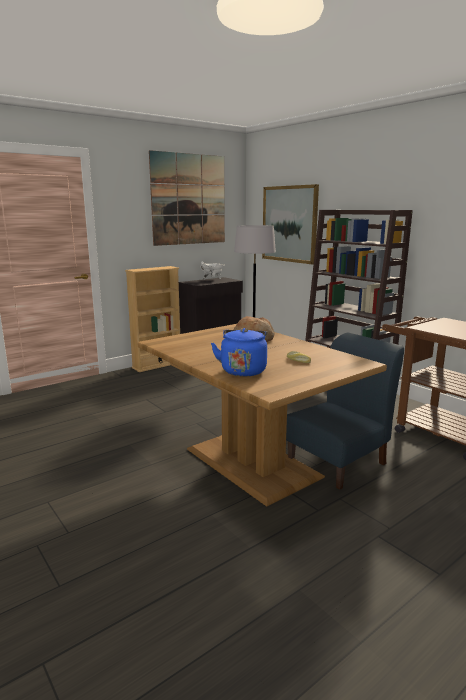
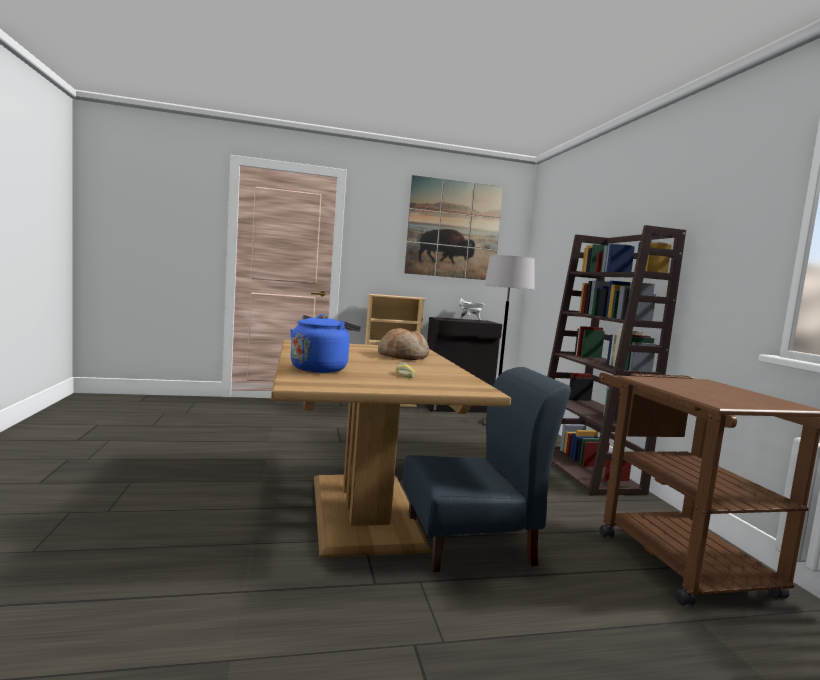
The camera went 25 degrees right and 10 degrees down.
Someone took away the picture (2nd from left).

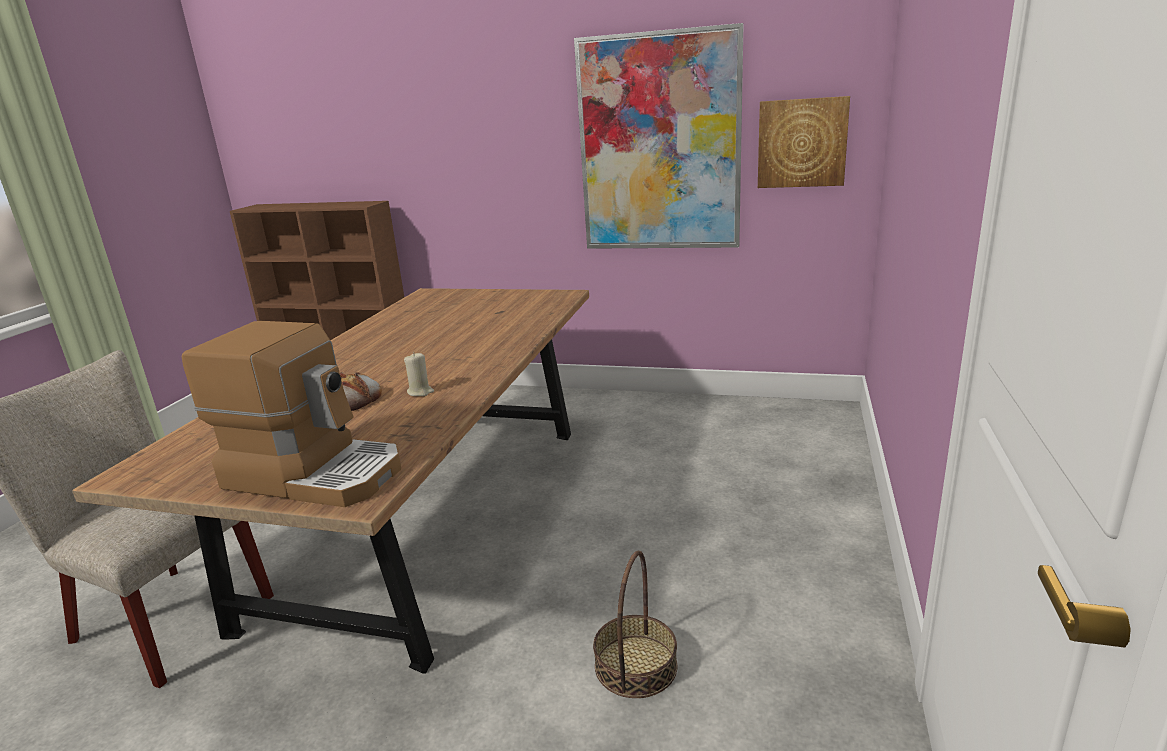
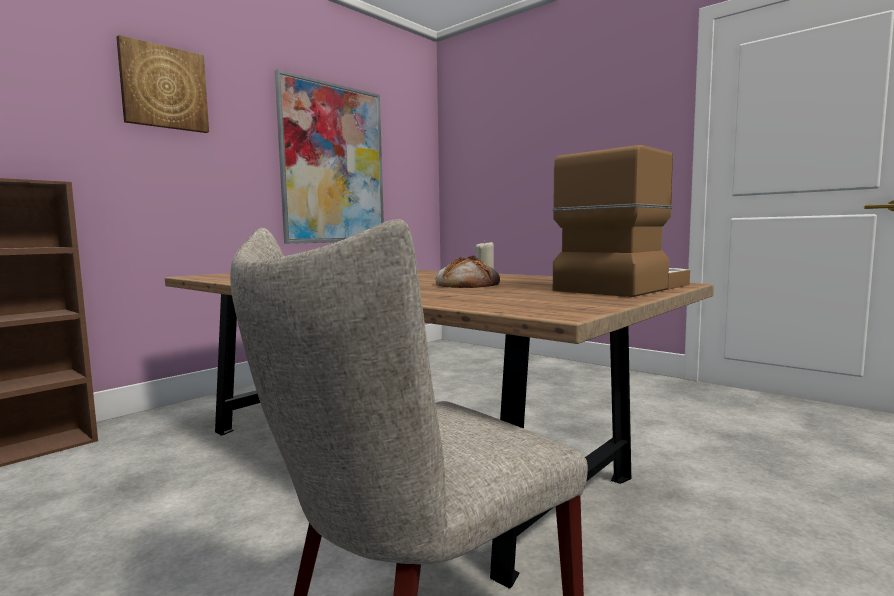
The camera went 65 degrees left and 15 degrees down.
Someone carried the picture (2nd from left in the first image).
Someone took away the basket.

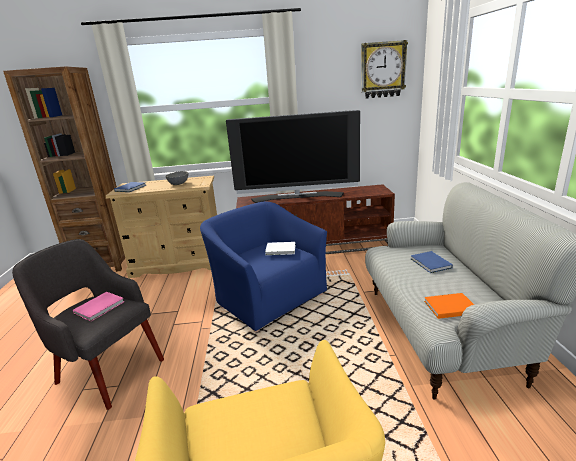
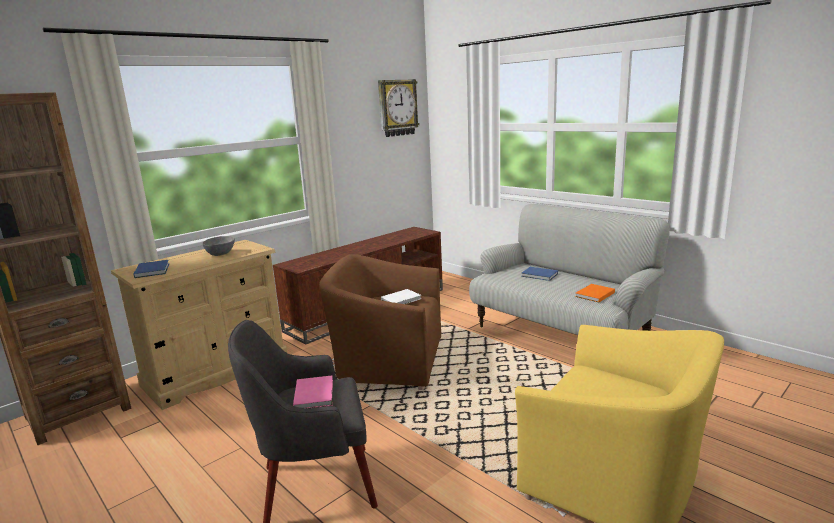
The camera went 40 degrees left and 5 degrees down.
Someone took away the television.
Someone repainted the armchair in blue, which became the armchair in brown.

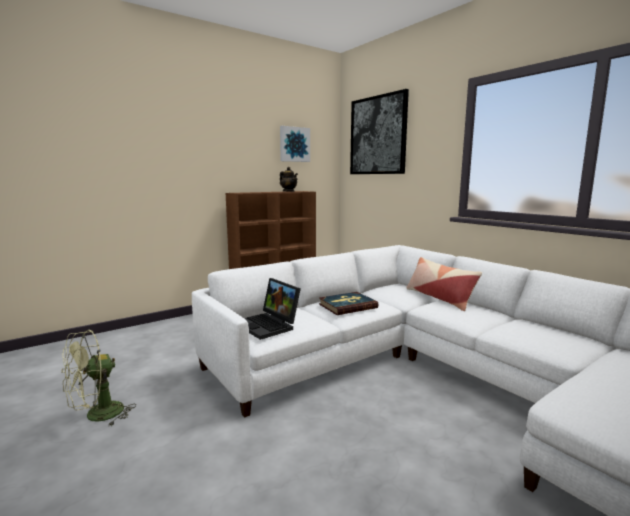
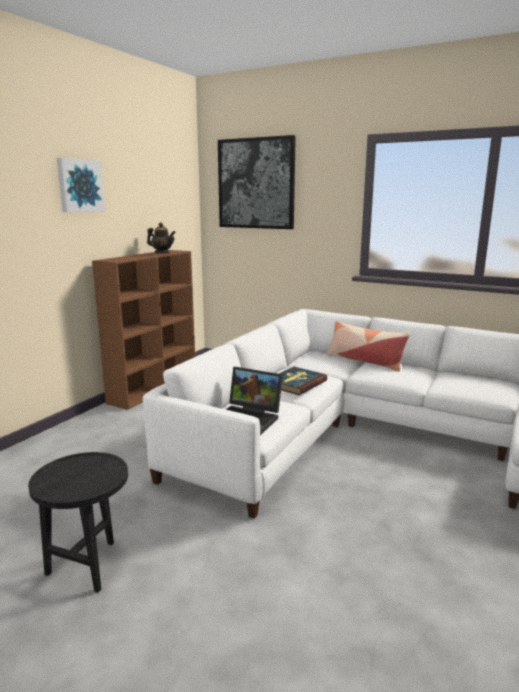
The camera went 25 degrees left and 5 degrees up.
Someone carried the picture (1st from left).
Someone swapped the fan in green for the side table in black.

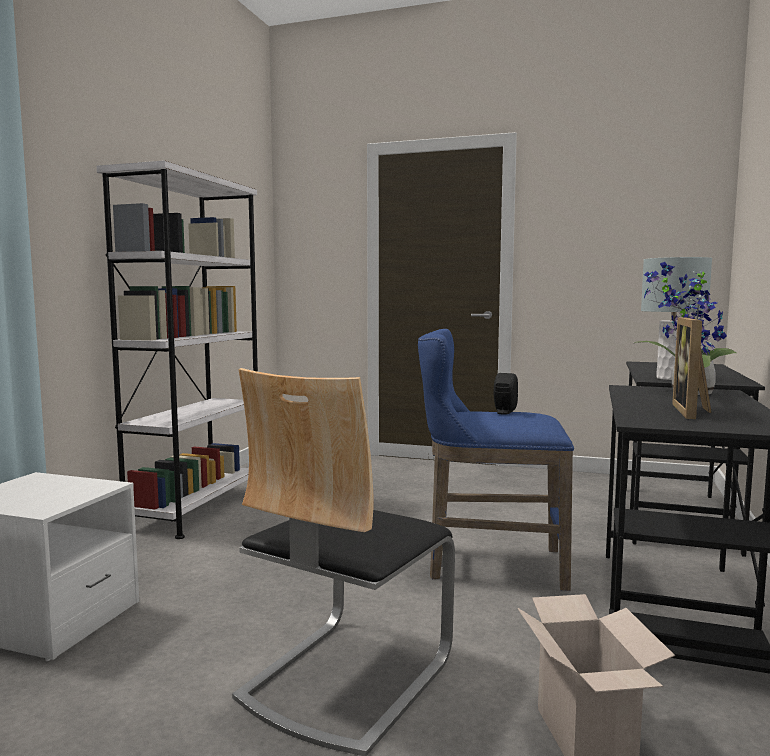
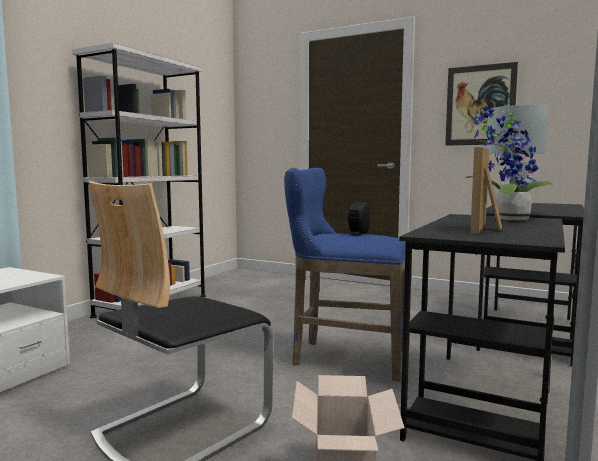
The camera went 10 degrees right and 0 degrees up.
Someone put up the picture.

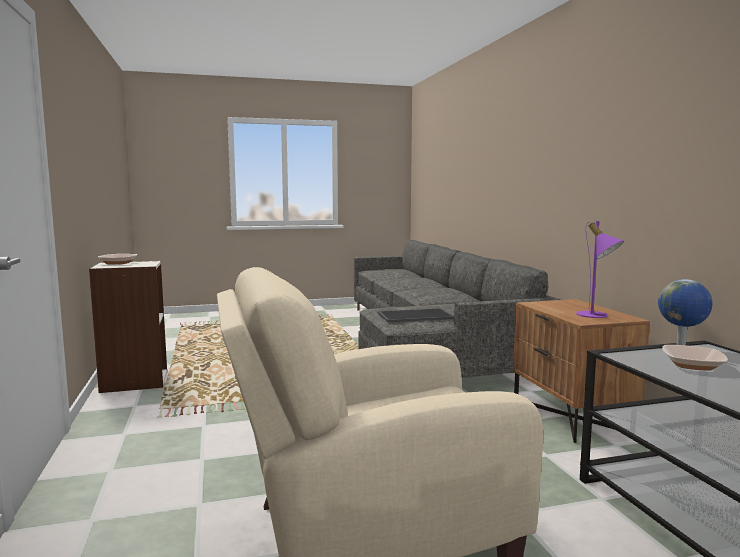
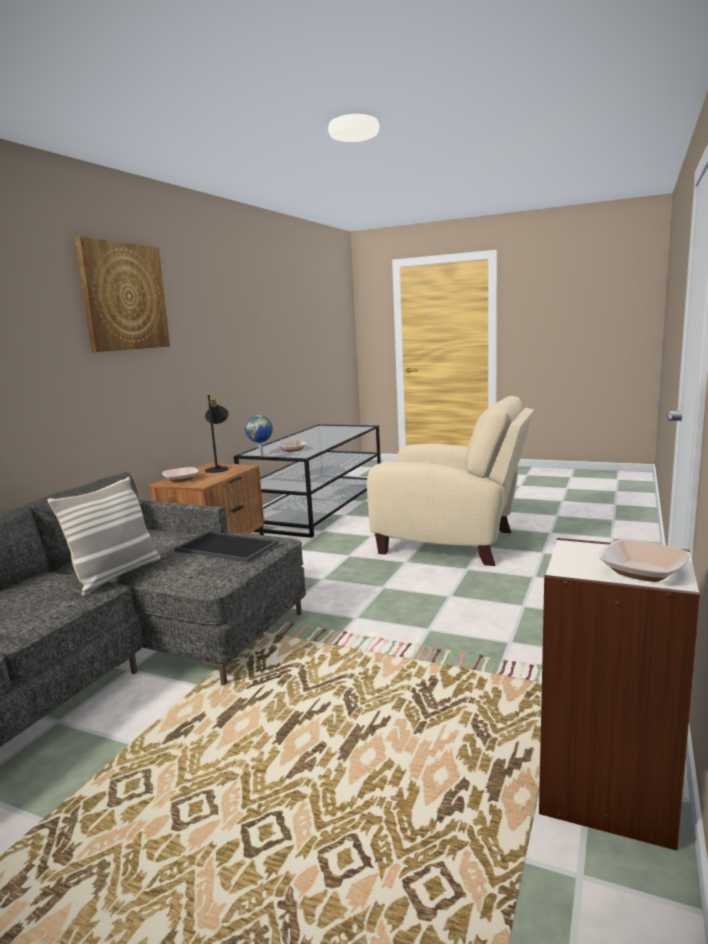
The camera went 140 degrees left and 5 degrees up.
Someone repainted the table lamp in purple, which became the table lamp in black.
Someone put up the picture.
Someone put down the bowl (1st from left).
Someone put down the pillow.

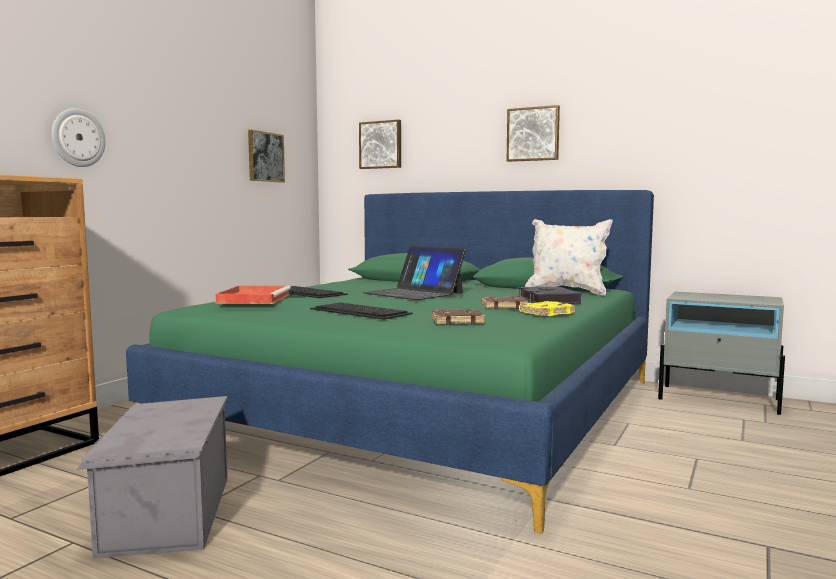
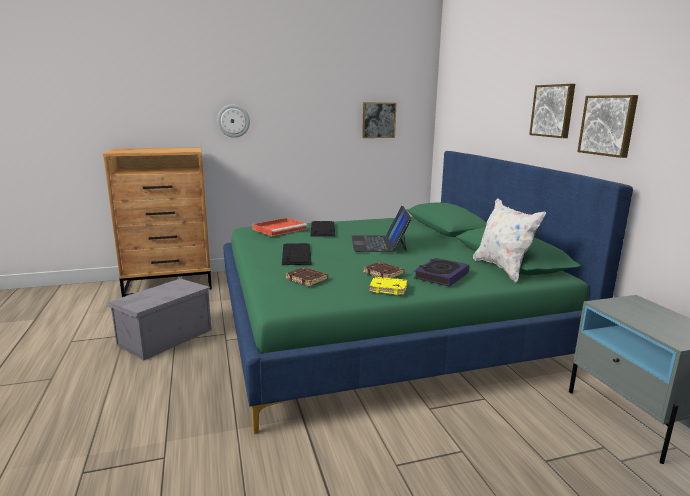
The camera went 45 degrees right and 10 degrees up.
Someone carried the picture (2nd from left in the first image).

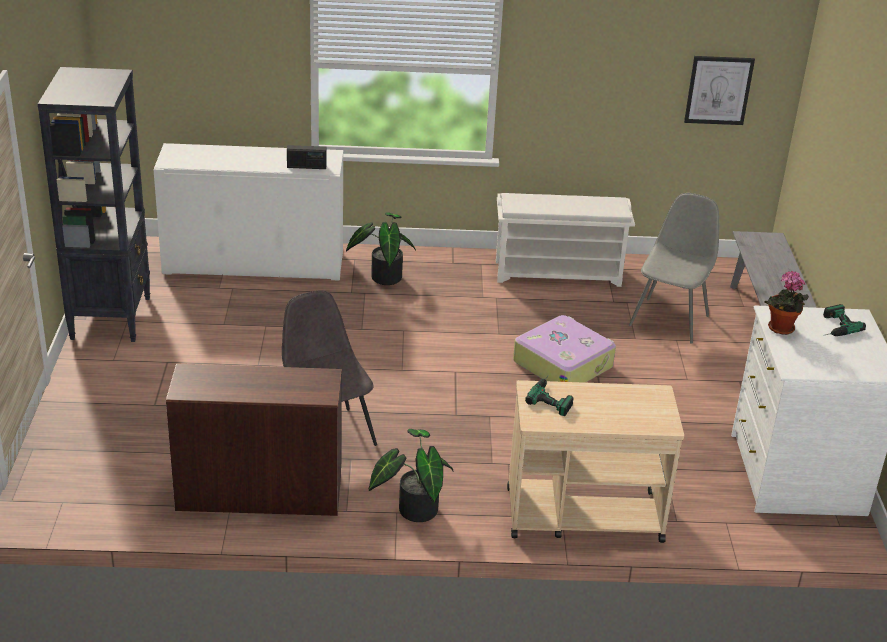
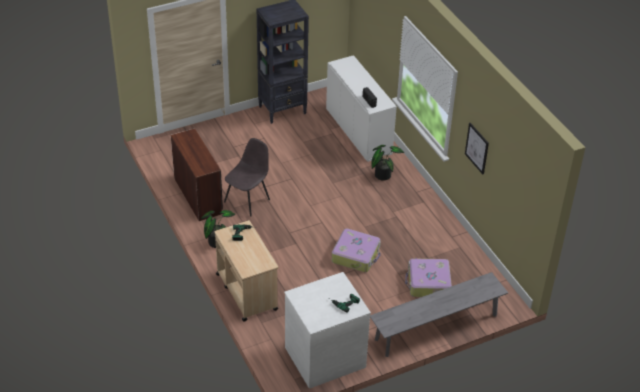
The camera went 65 degrees right and 10 degrees up.
Someone carried the picture.
Someone took away the shoe rack in white.
Someone swapped the chair in grey (2nd from left) for the suitcase (2nd from left).
Someone took away the potted plant (3rd from left).

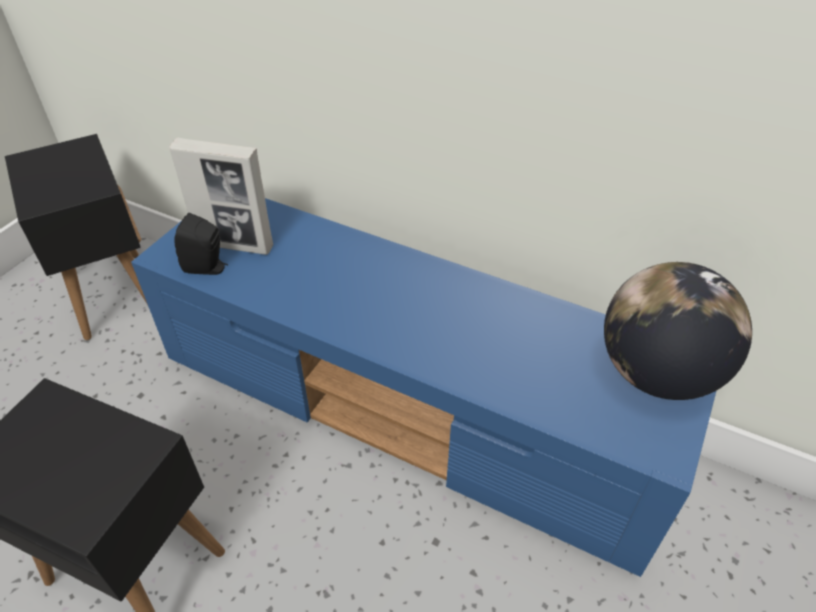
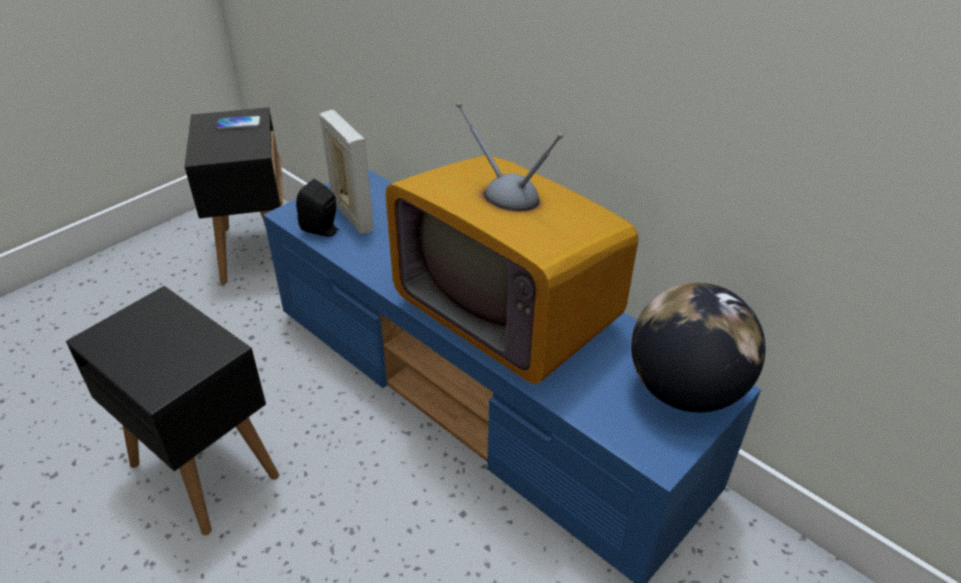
The camera went 15 degrees right and 5 degrees down.
Someone rotated the picture frame by 150 degrees counterclockwise.
Someone put down the television.
Someone put down the phone.

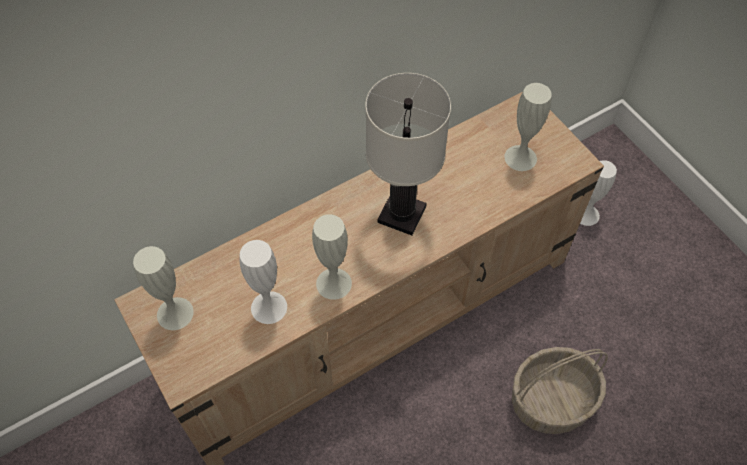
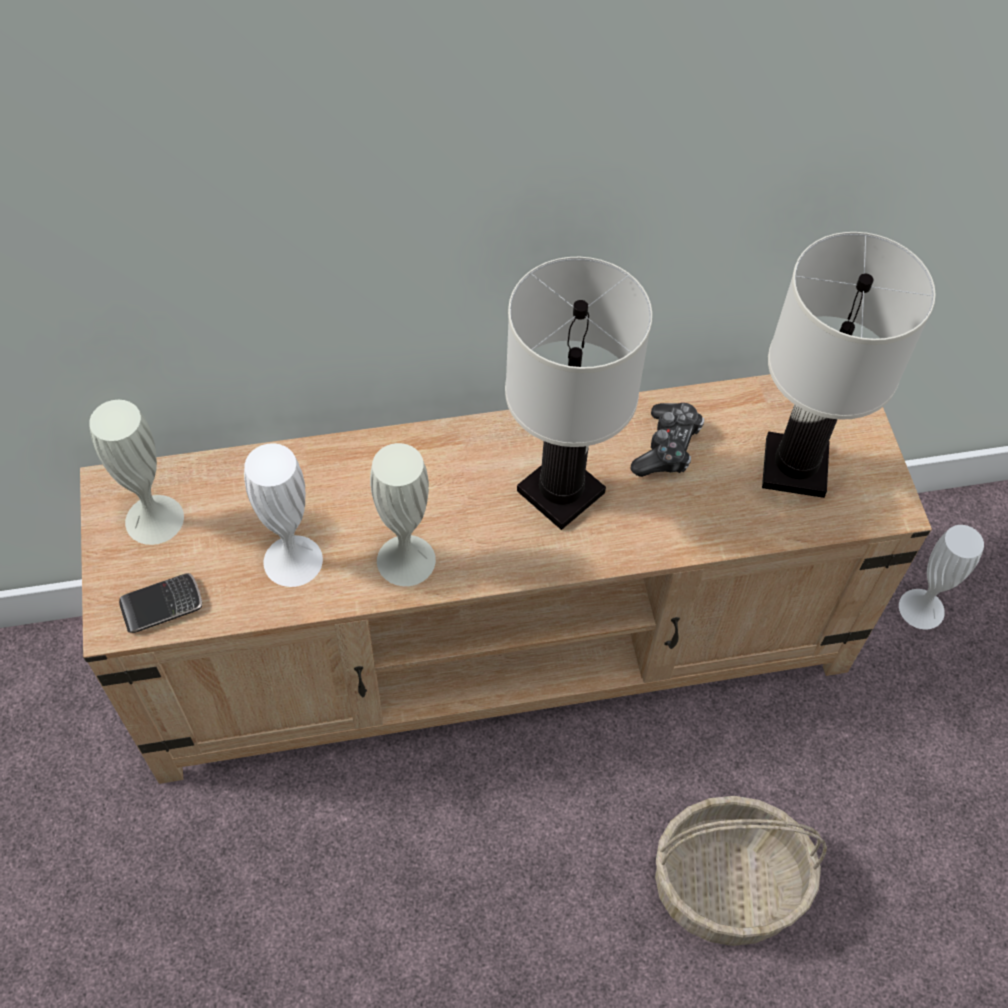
The camera went 20 degrees right and 0 degrees up.
Someone swapped the vase in white (4th from left) for the table lamp in white (2nd from left).
Someone put down the game controller.
Someone put down the phone.

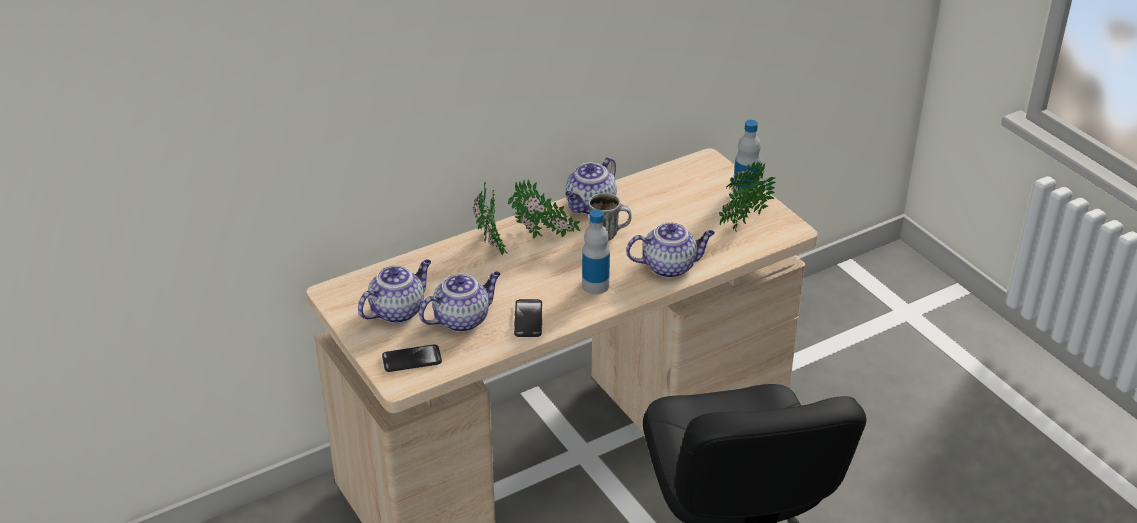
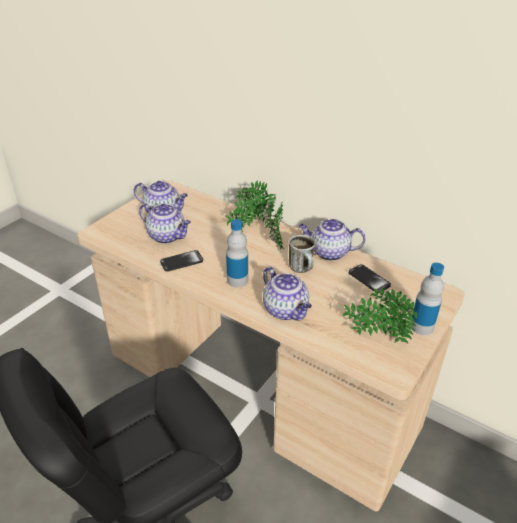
The camera went 65 degrees right and 0 degrees up.
Someone carried the phone (1st from left in the first image).

